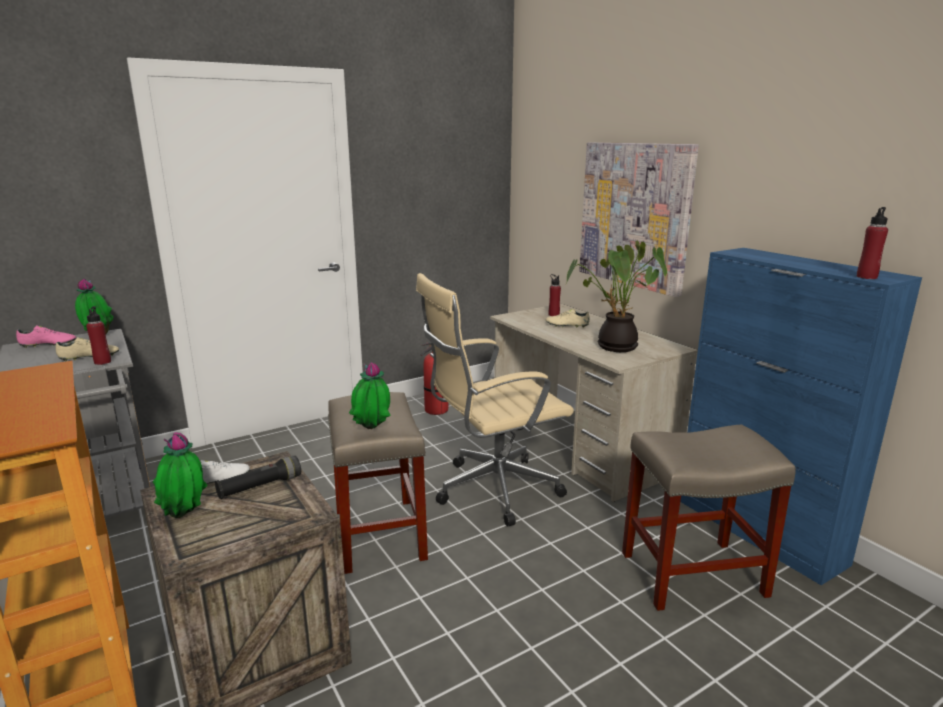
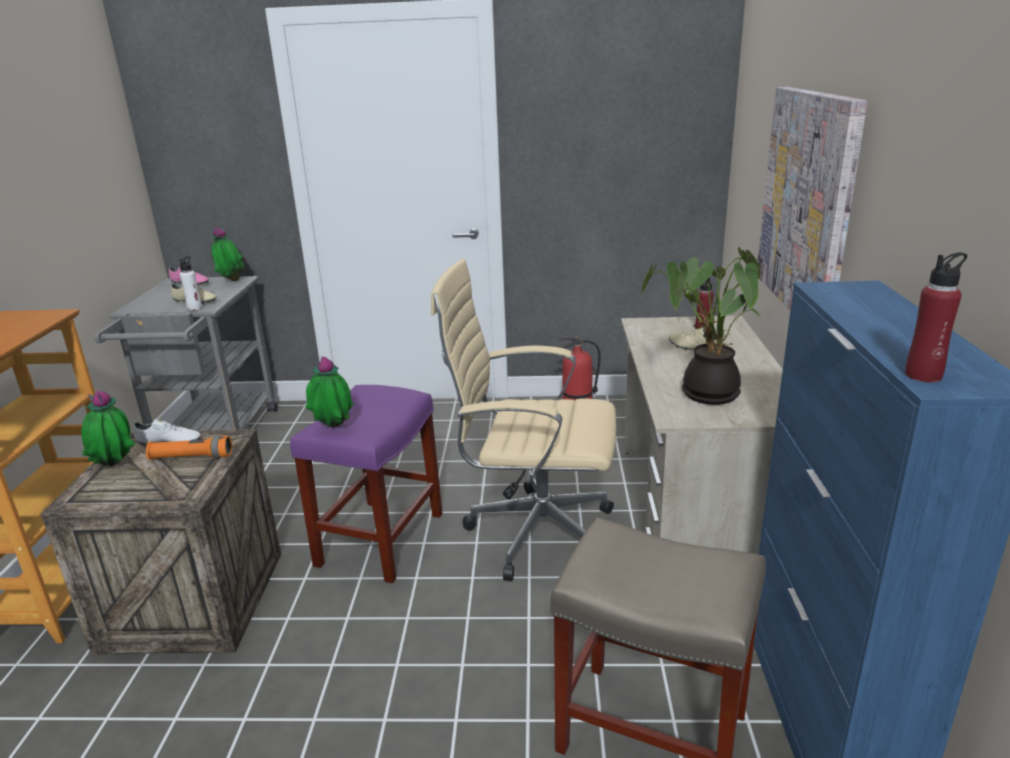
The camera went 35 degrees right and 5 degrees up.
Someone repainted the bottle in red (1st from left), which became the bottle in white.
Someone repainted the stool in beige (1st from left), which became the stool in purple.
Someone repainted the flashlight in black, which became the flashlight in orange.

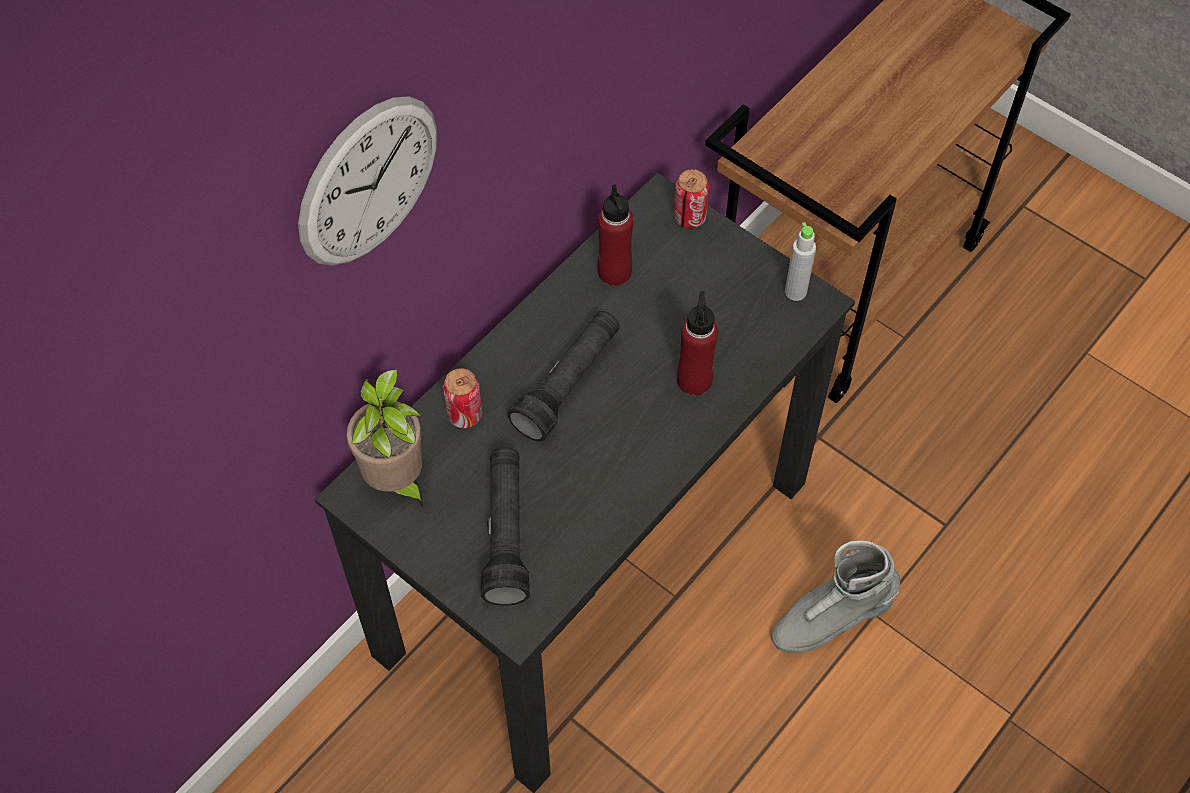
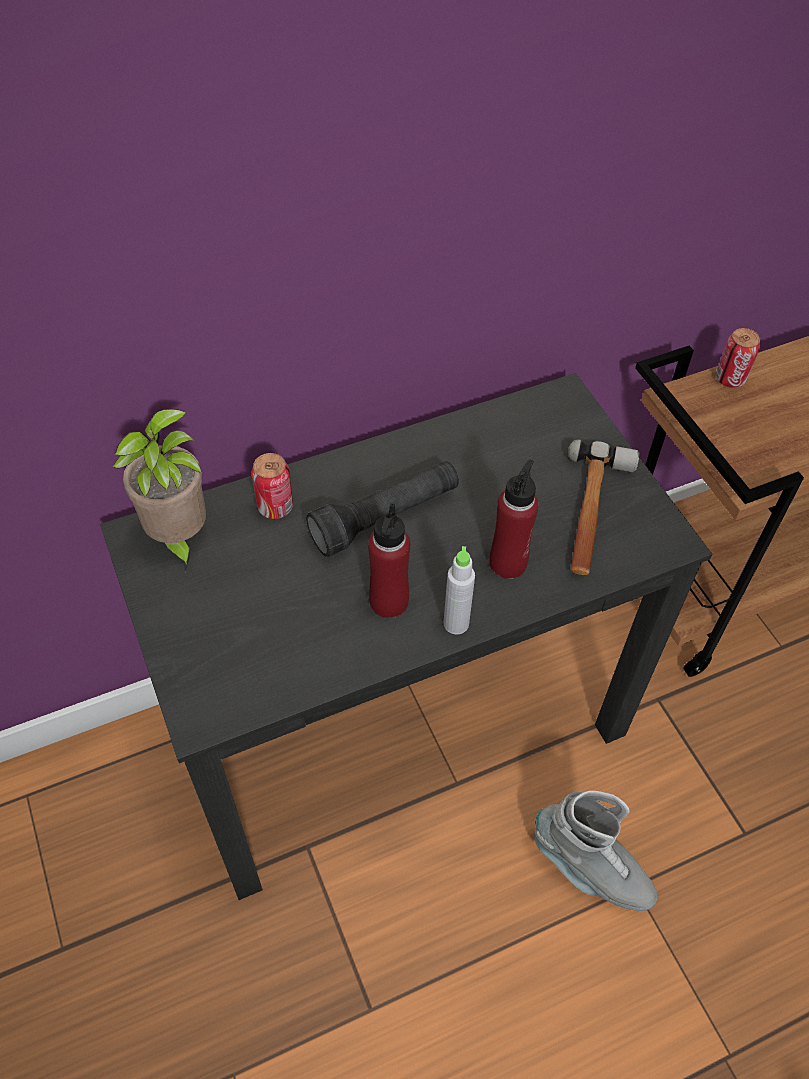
The camera went 25 degrees right and 5 degrees down.
Someone took away the wall clock.
Someone carried the can (2nd from left).
Someone carried the bottle in red (1st from left).
Someone carried the bottle in grey.
Someone took away the flashlight in black (1st from left).
Someone rotated the boot in grey by 150 degrees counterclockwise.
Someone put down the hammer.

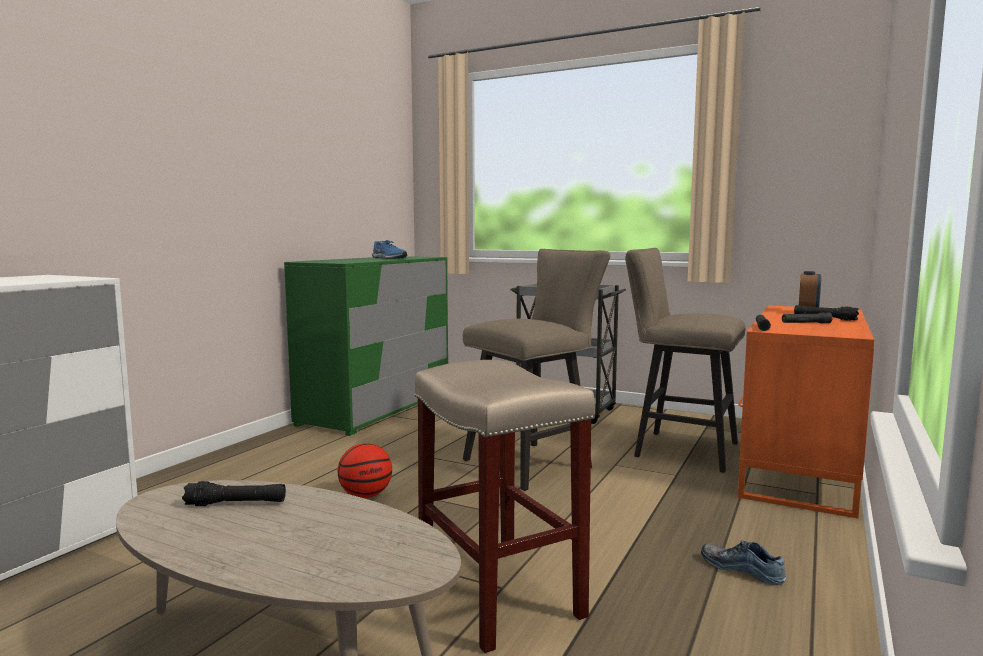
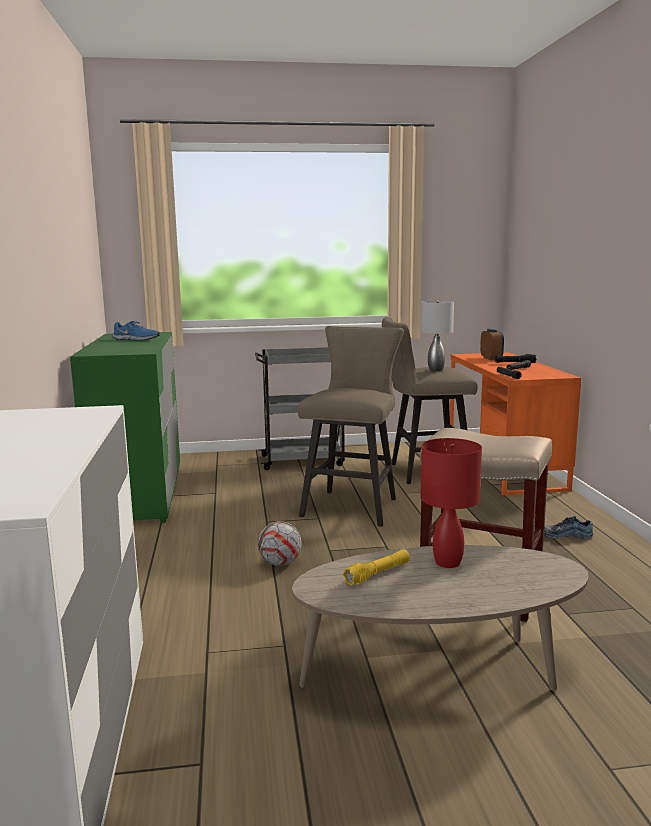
The camera went 35 degrees left and 5 degrees up.
Someone swapped the basketball for the football.
Someone repainted the flashlight in black (1st from left), which became the flashlight in yellow.
Someone put down the table lamp in grey.
Someone put down the table lamp in red.

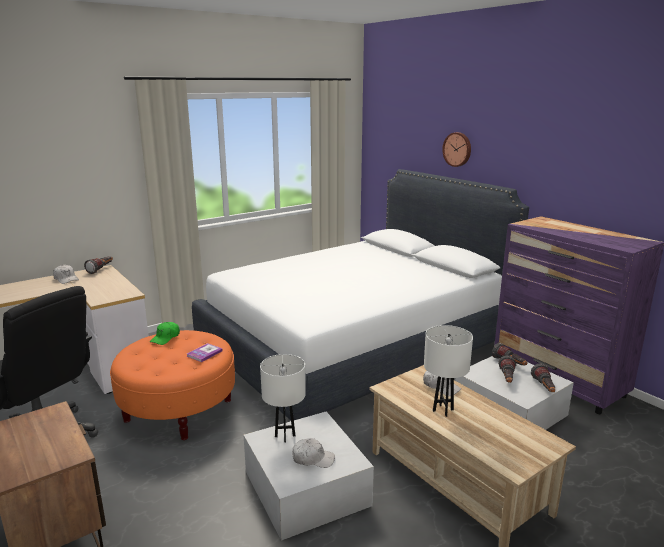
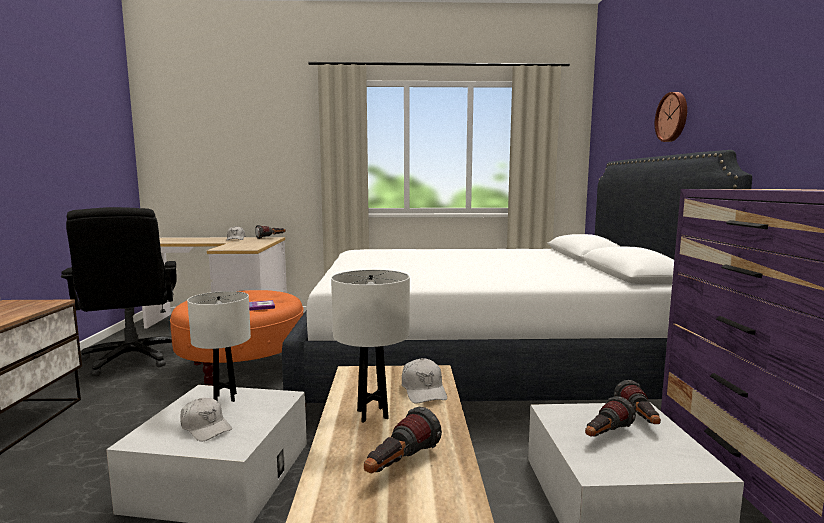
The camera went 35 degrees right and 10 degrees down.
Someone took away the cap in green.
Someone carried the flashlight (4th from left in the first image).

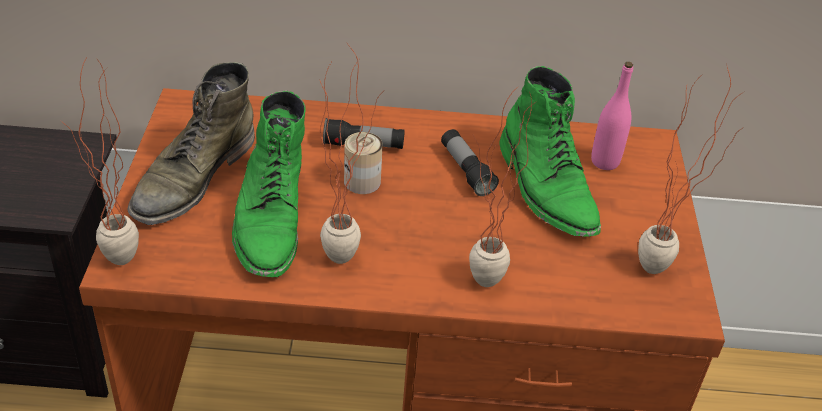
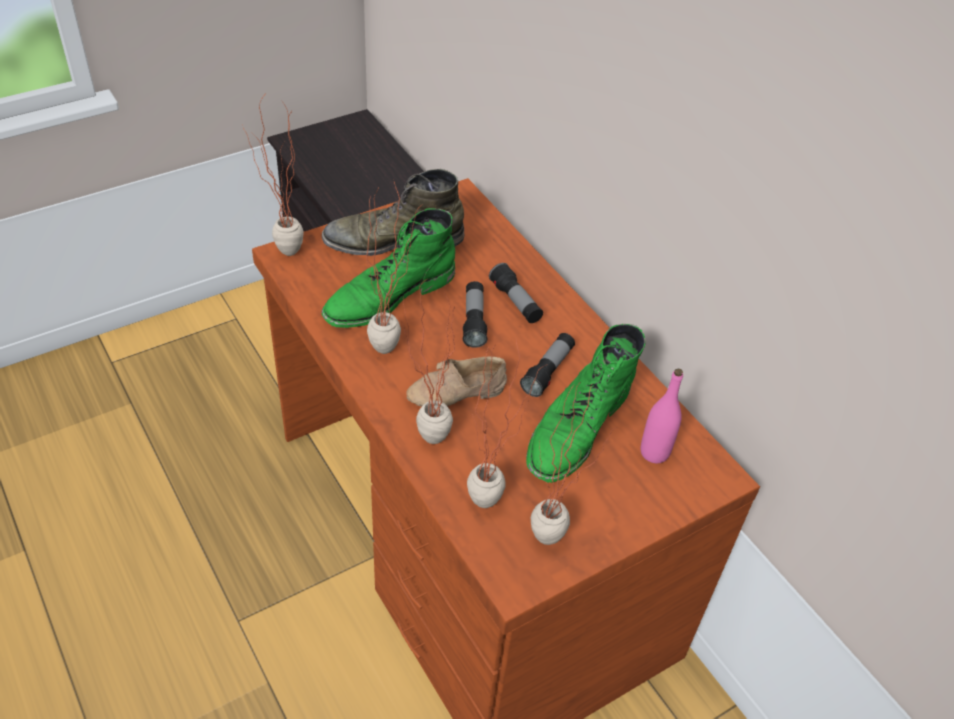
The camera went 55 degrees right and 5 degrees up.
Someone swapped the can for the flashlight (1st from left).
Someone put down the potted plant (4th from left).
Someone put down the shoe in beige.

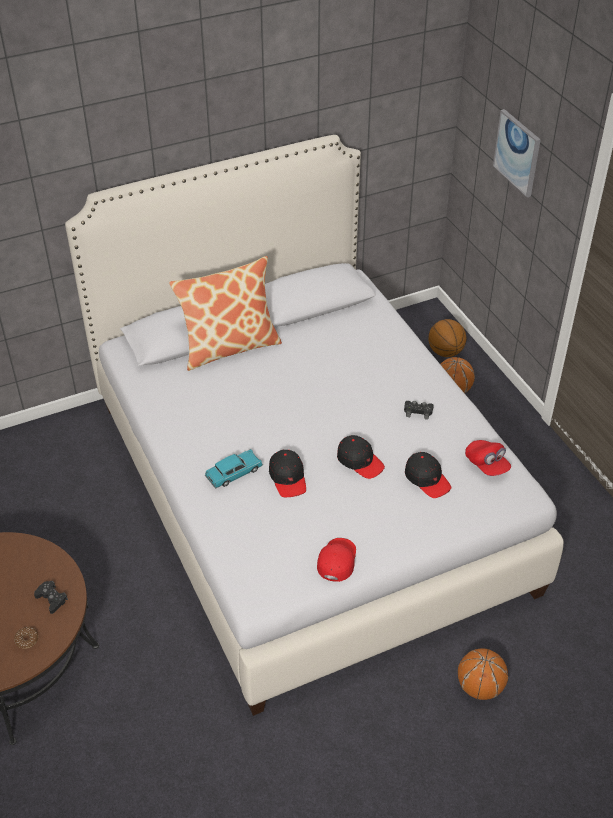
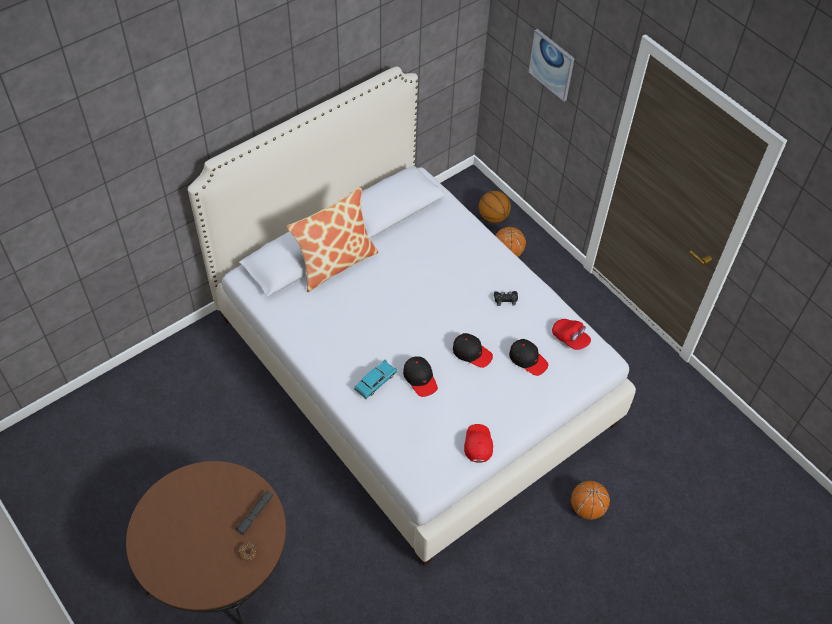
The camera went 15 degrees left and 10 degrees up.
Someone swapped the game controller in black (1st from left) for the flashlight in grey.

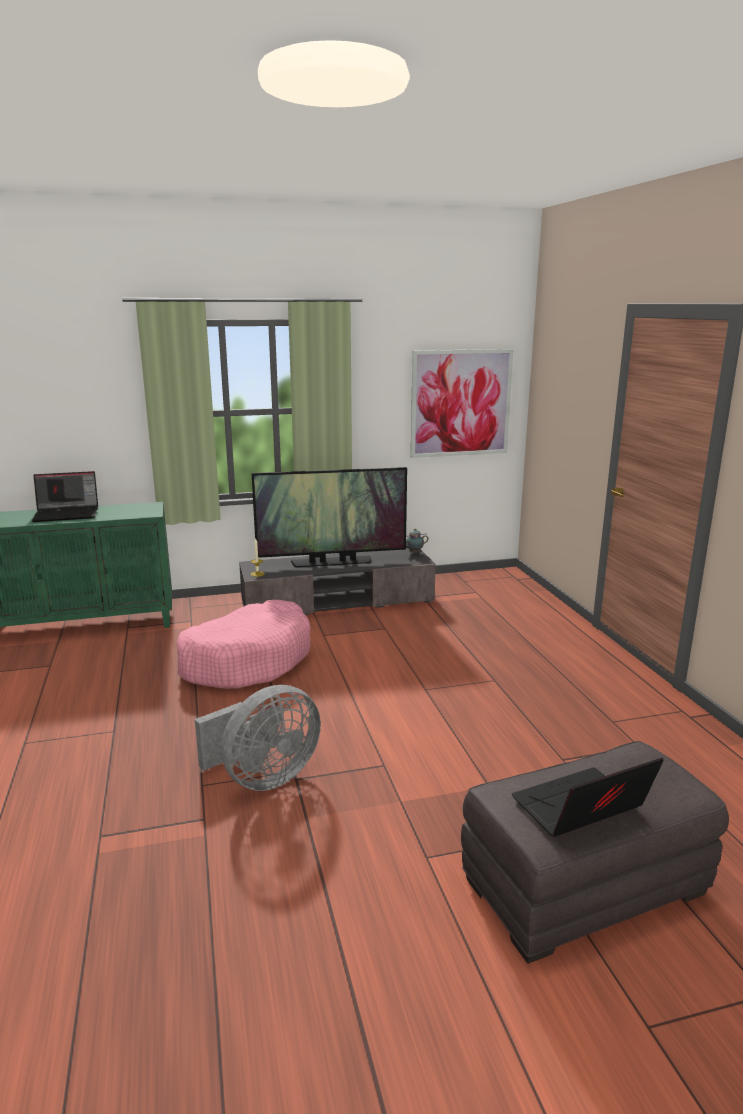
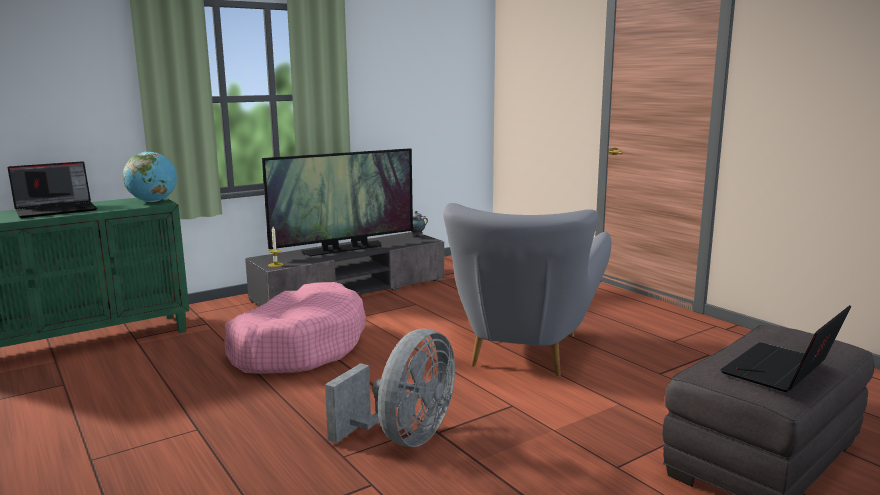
The camera went 20 degrees left and 5 degrees down.
Someone took away the picture.
Someone put down the globe.
Someone put down the armchair in grey.

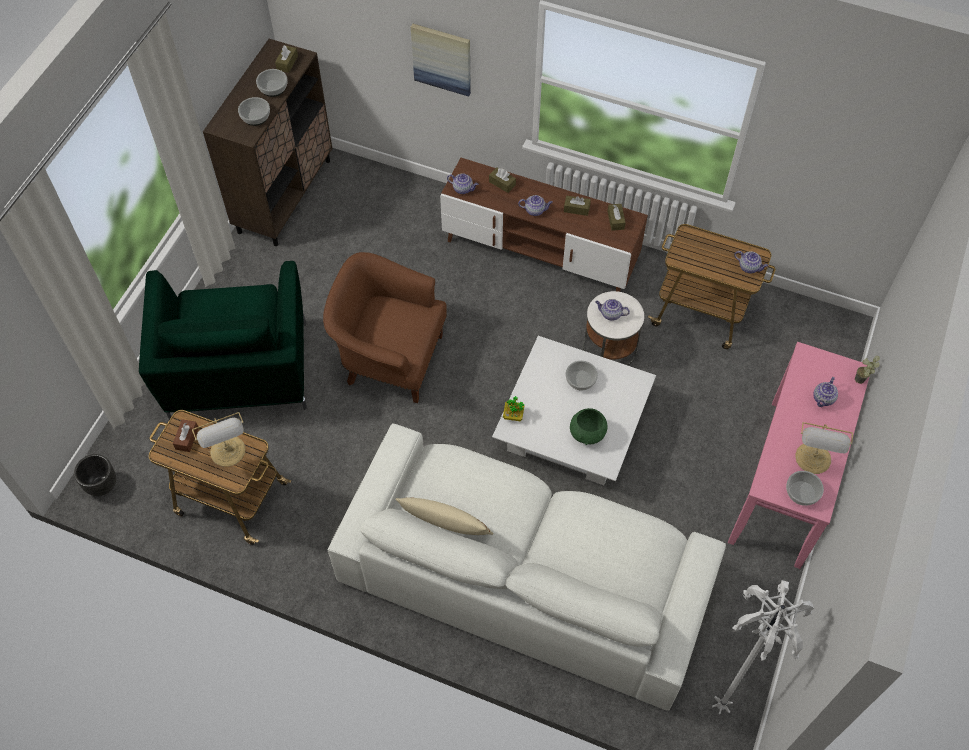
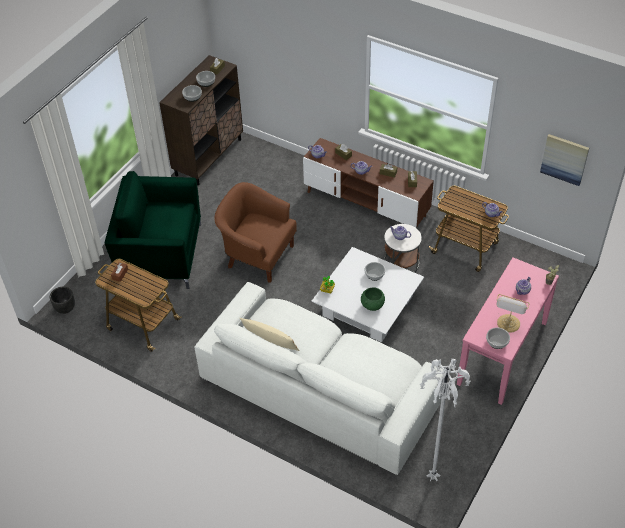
The camera went 10 degrees right and 10 degrees down.
Someone carried the picture.
Someone rotated the armchair in green by 90 degrees clockwise.
Someone took away the table lamp (1st from left).

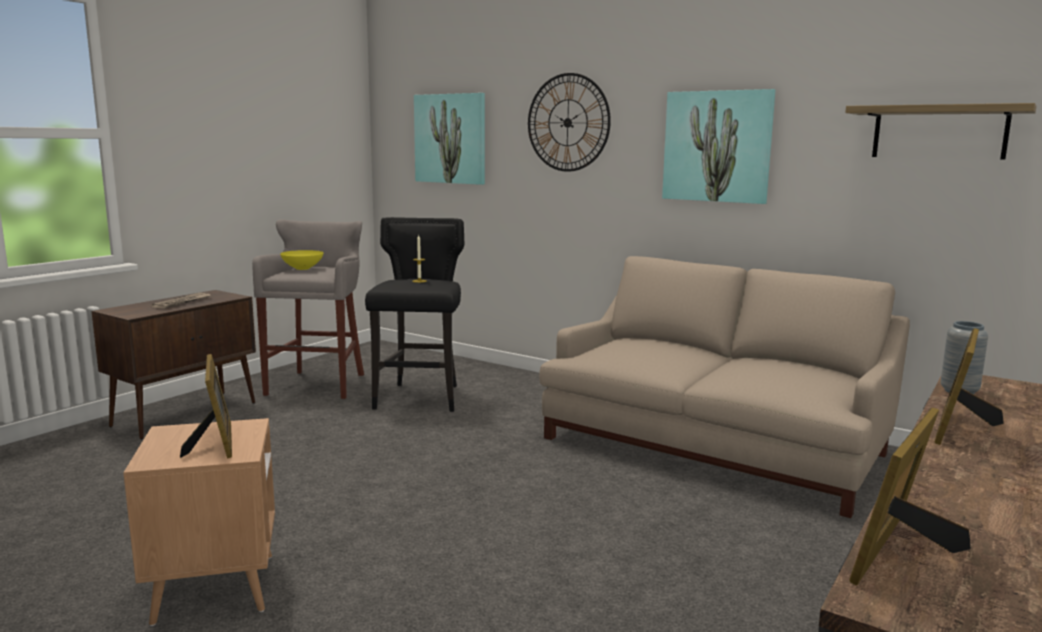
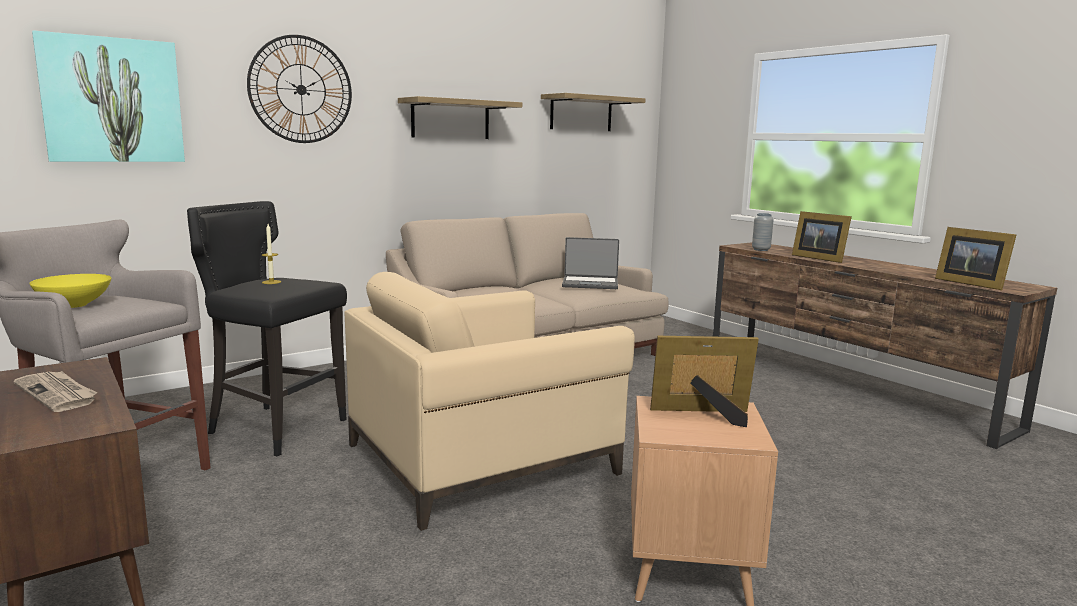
The camera went 70 degrees left and 0 degrees up.
Someone swapped the picture (2nd from left) for the shelf (1st from left).
Someone put down the laptop.
Someone put down the armchair in beige.

